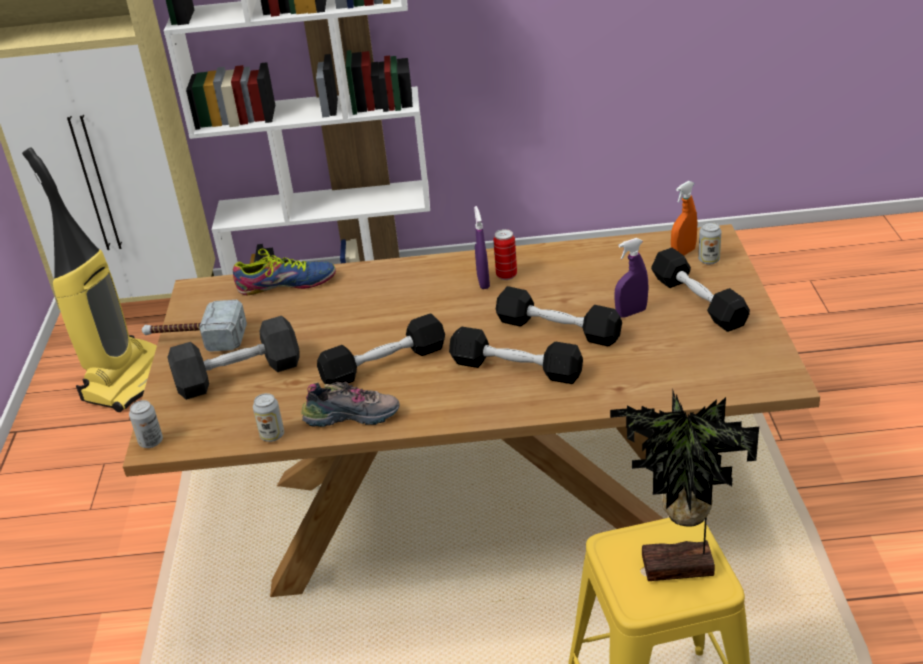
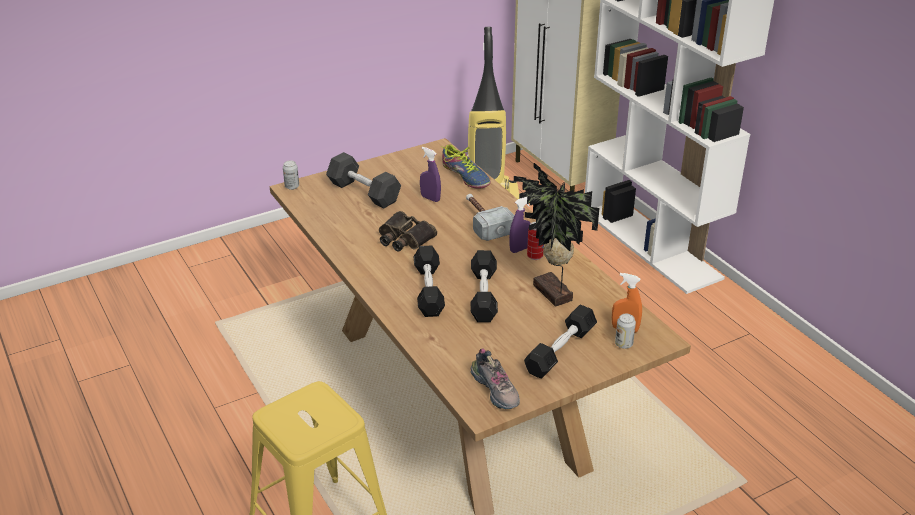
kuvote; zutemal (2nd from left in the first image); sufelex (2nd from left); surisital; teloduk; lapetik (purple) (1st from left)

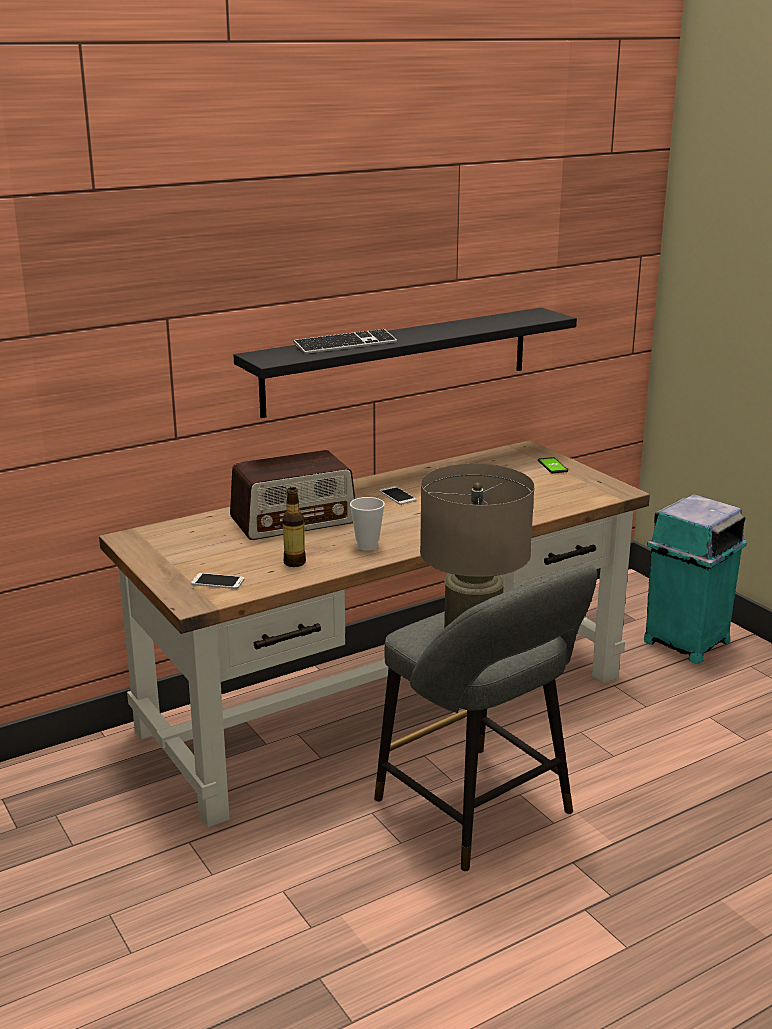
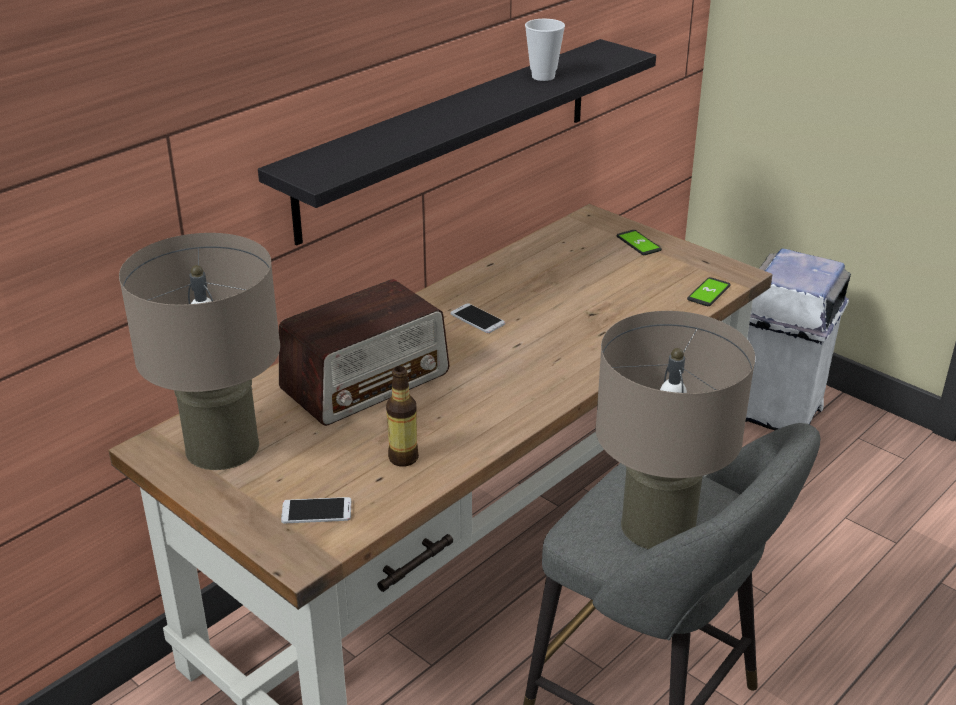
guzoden; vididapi; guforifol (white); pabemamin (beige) (1st from left); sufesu (4th from left)

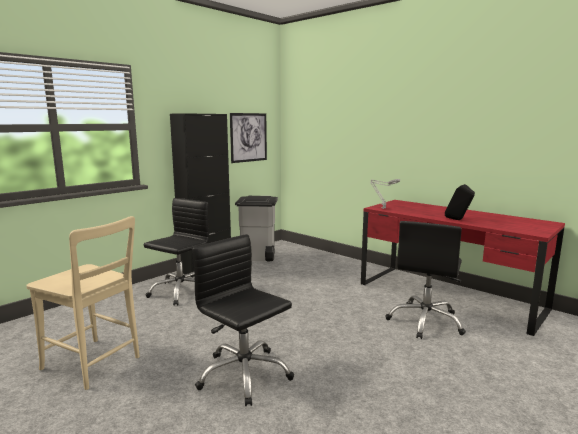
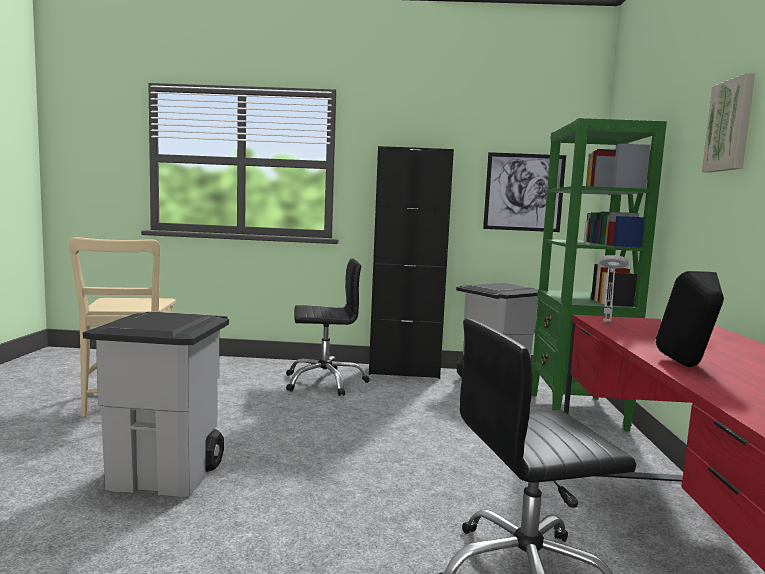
guforifol (grey) (1st from left); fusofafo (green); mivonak (2nd from left)

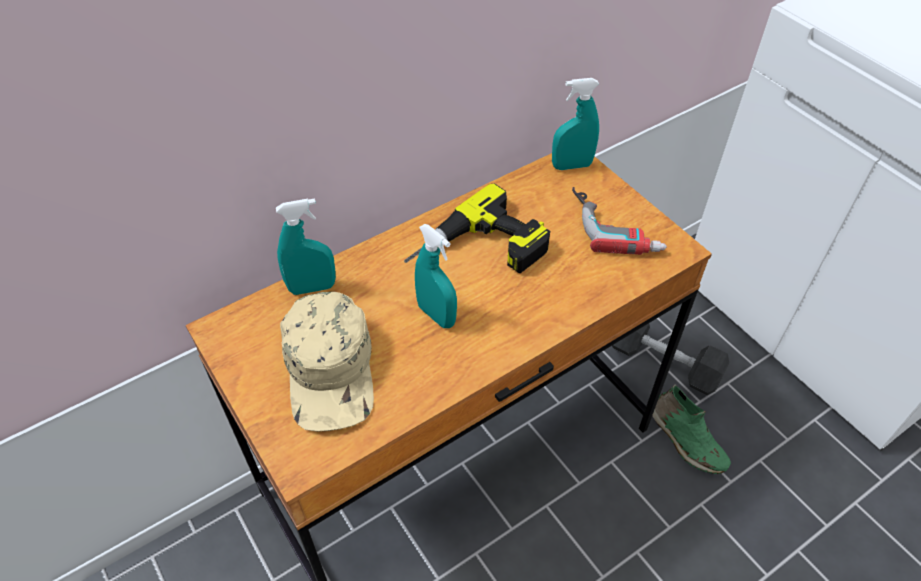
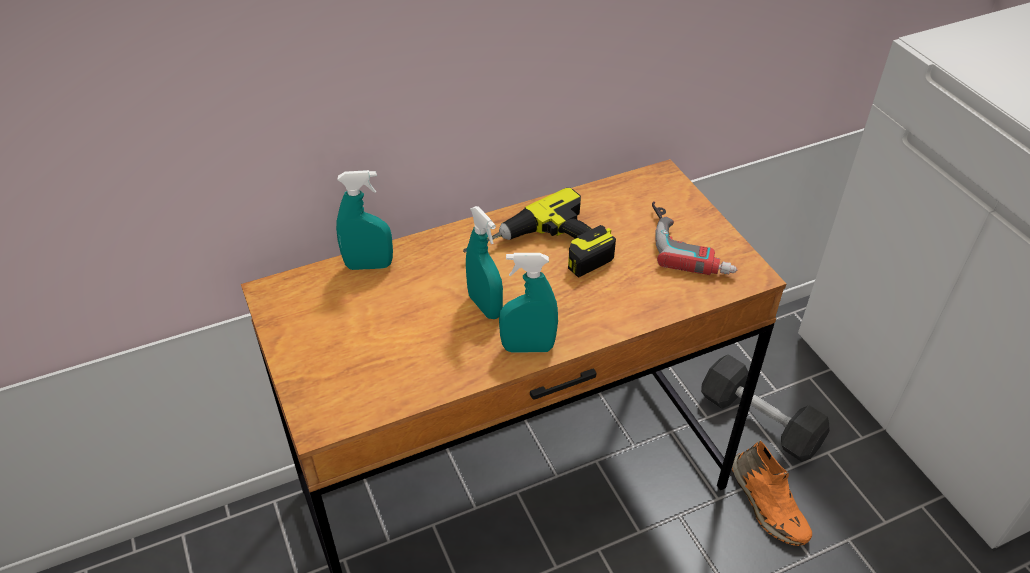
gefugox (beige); lapetik (turquoise) (3rd from left); sufelex (orange)

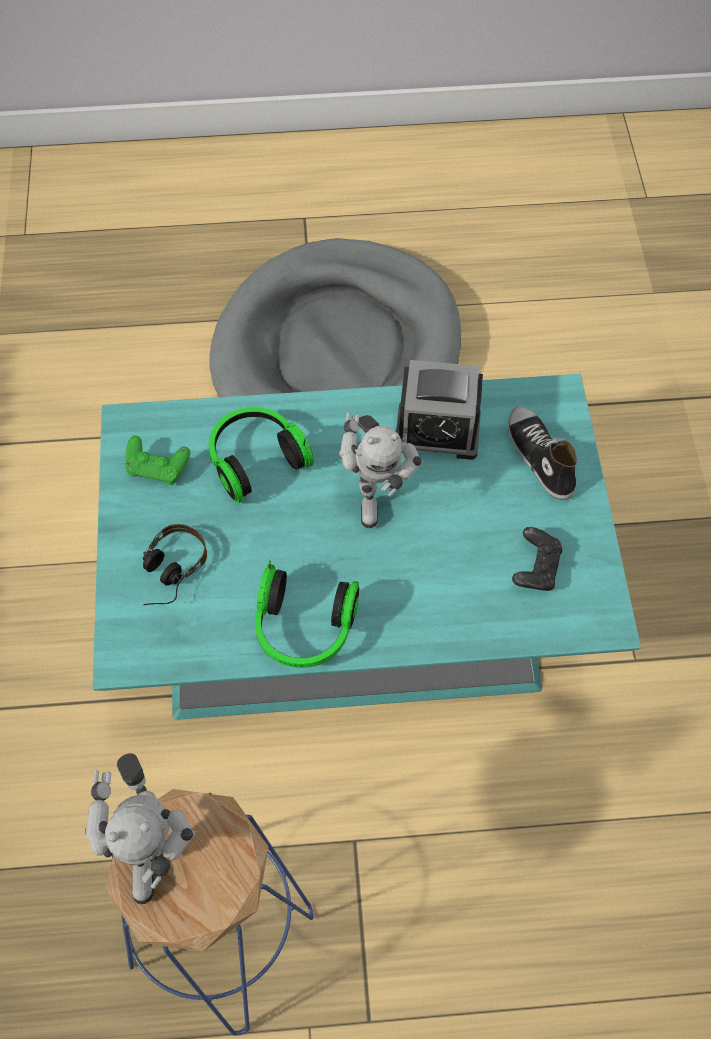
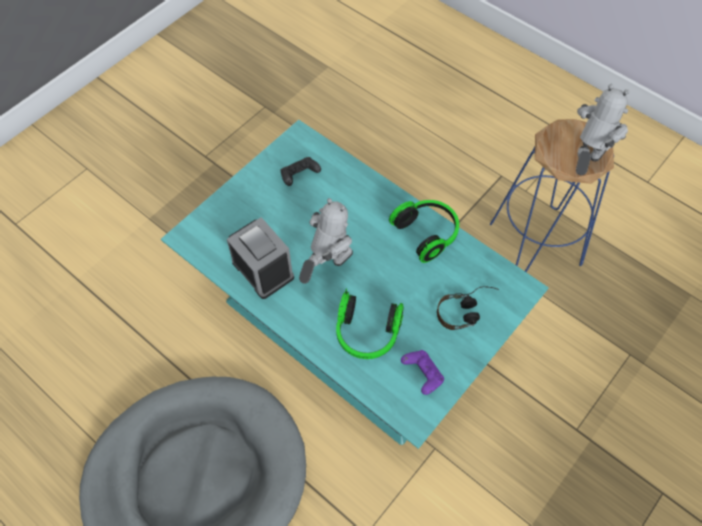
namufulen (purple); sufelex

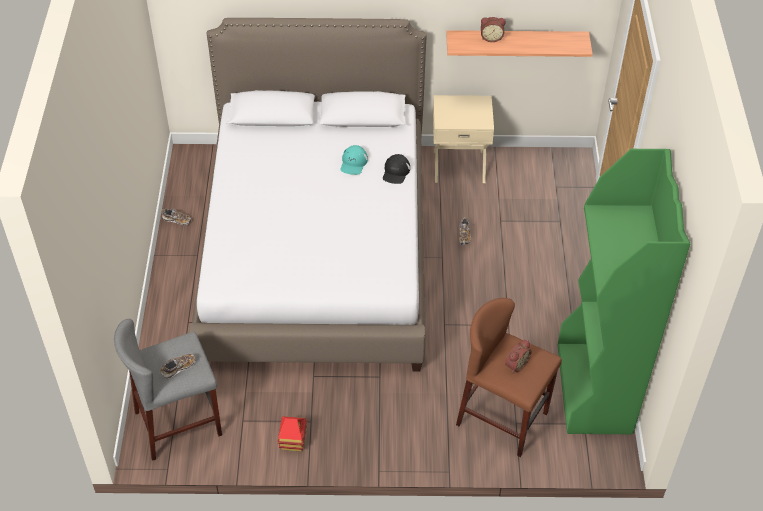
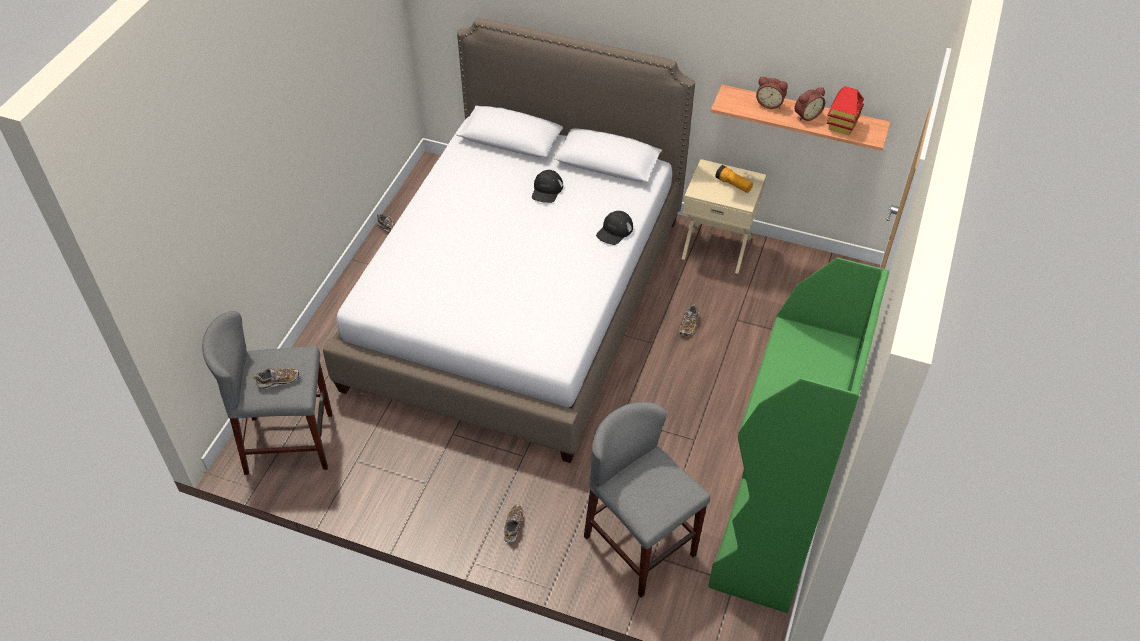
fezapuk; gefugox (turquoise); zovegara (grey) (2nd from left); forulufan (2nd from left); sufelex (3rd from left); gefugox (black) (1st from left); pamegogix

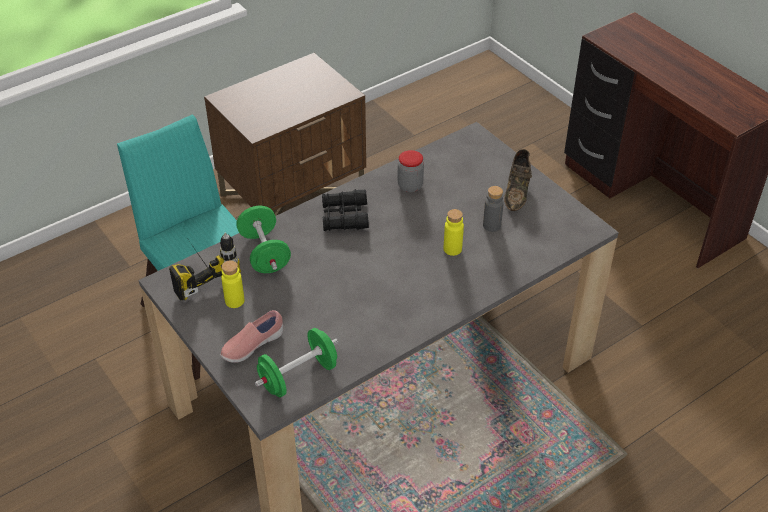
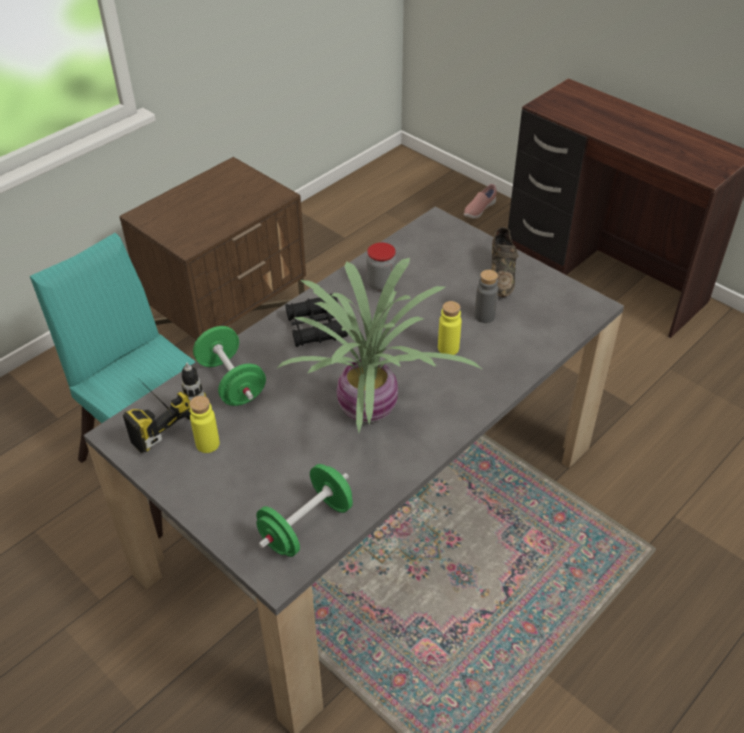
sufelex (pink); teloduk

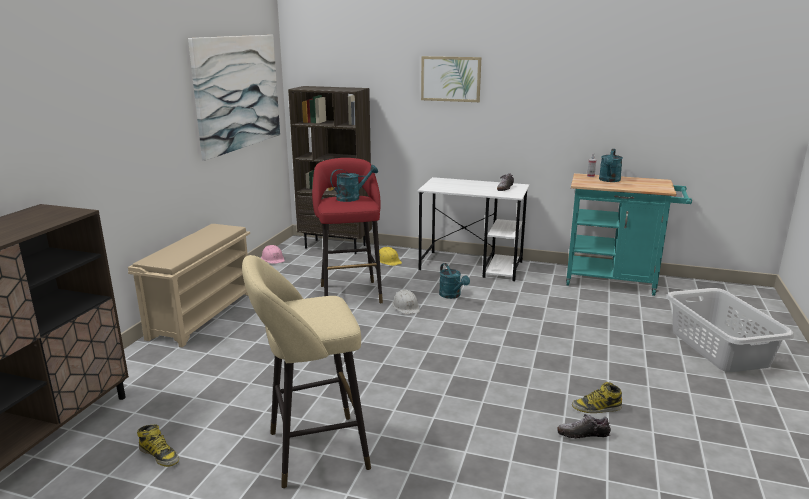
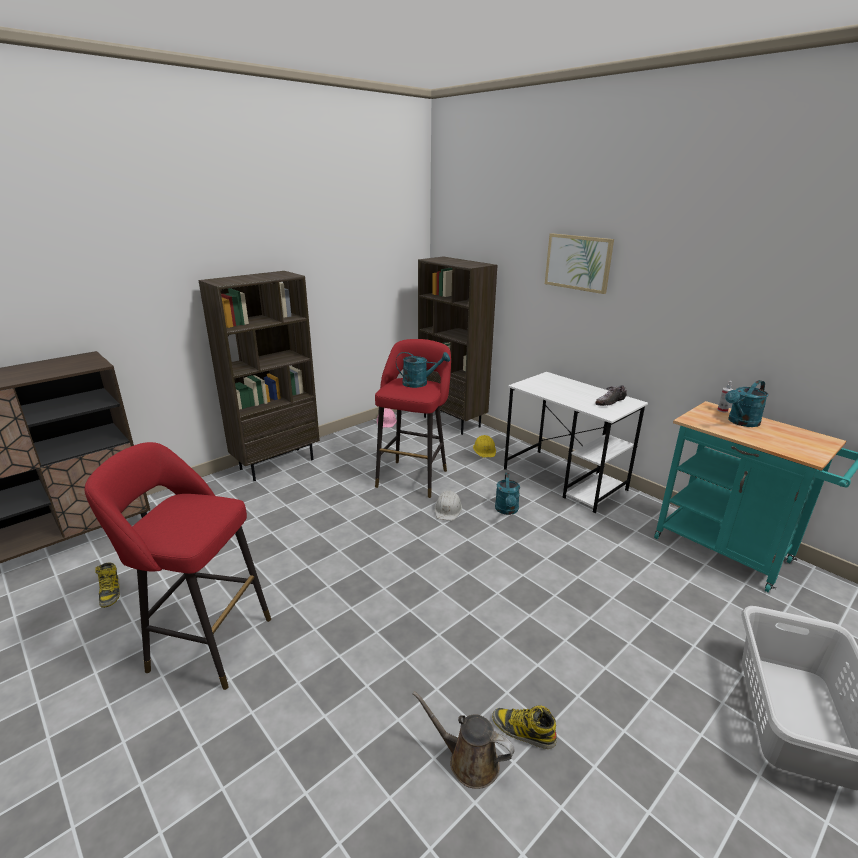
fusofafo (brown) (1st from left); mivonak (1st from left in the first image); zovegara (red) (1st from left); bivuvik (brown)

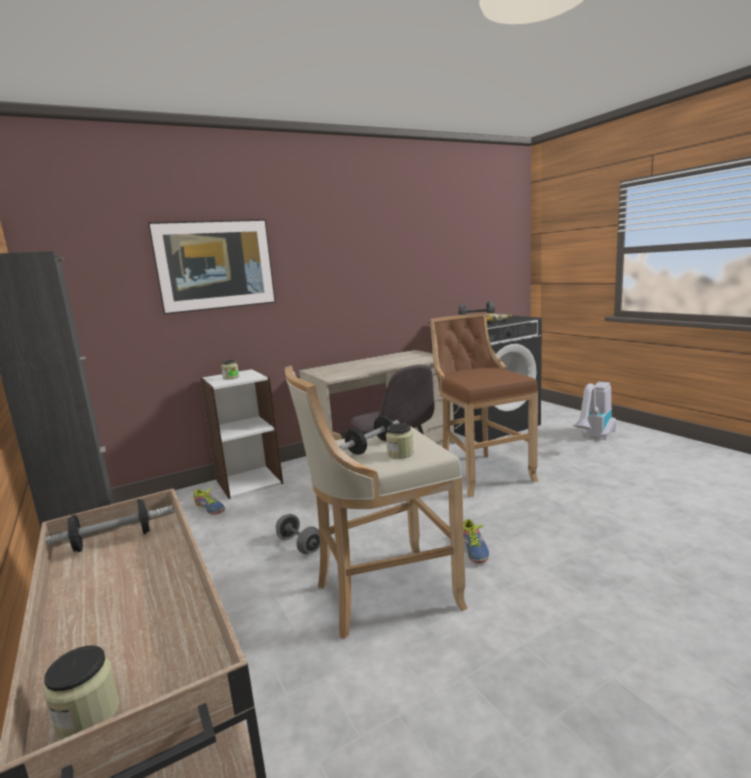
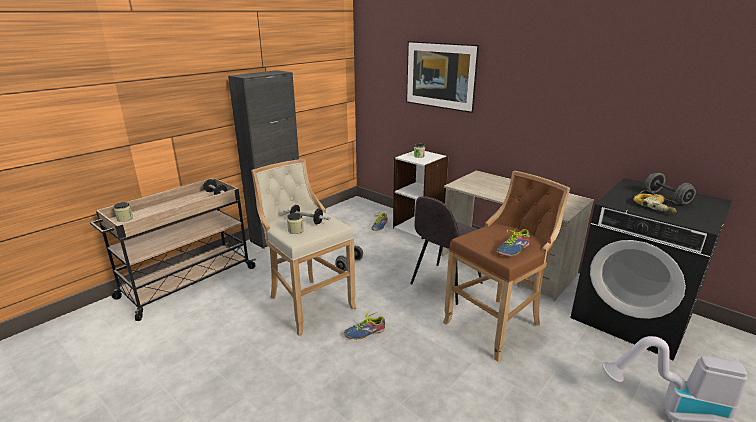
sufelex (3rd from left)

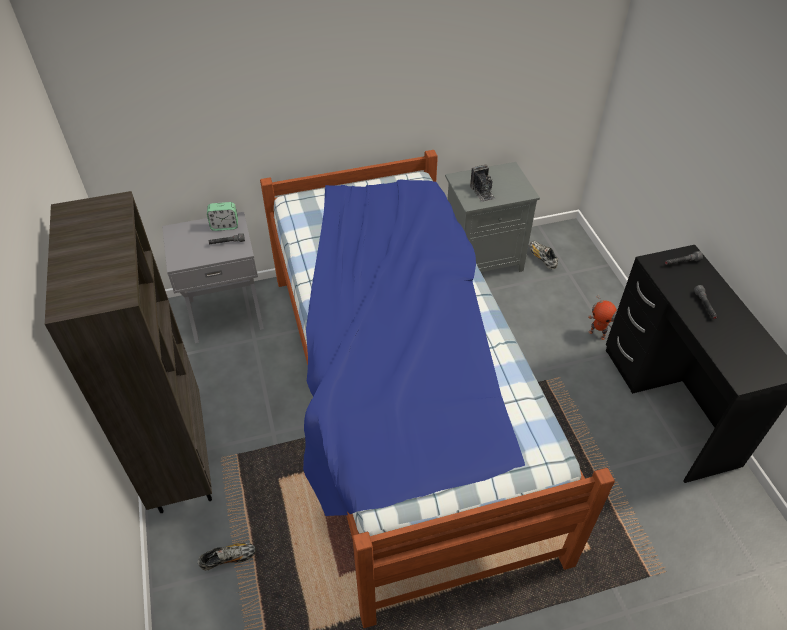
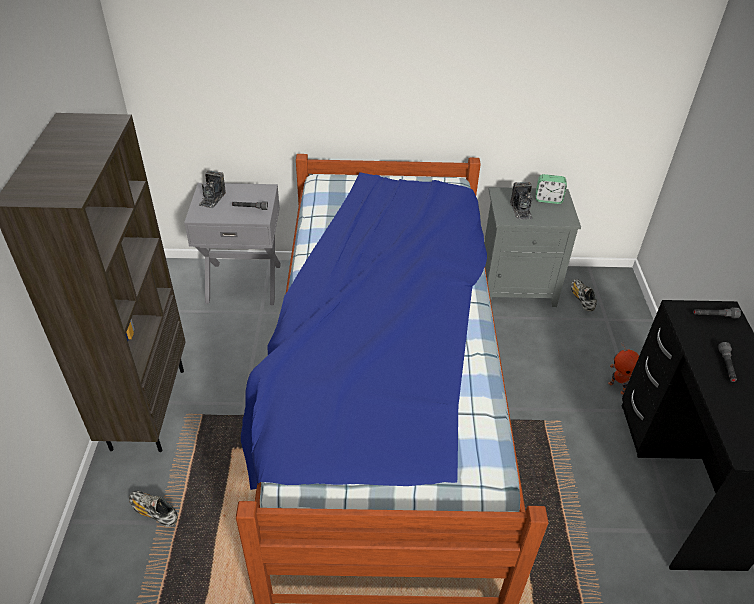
sufelex (1st from left); forulufan; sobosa (1st from left)

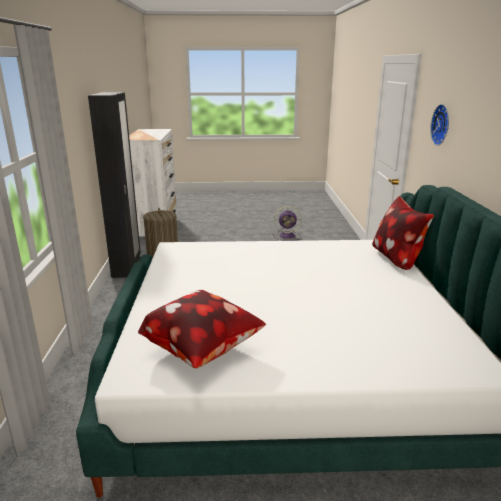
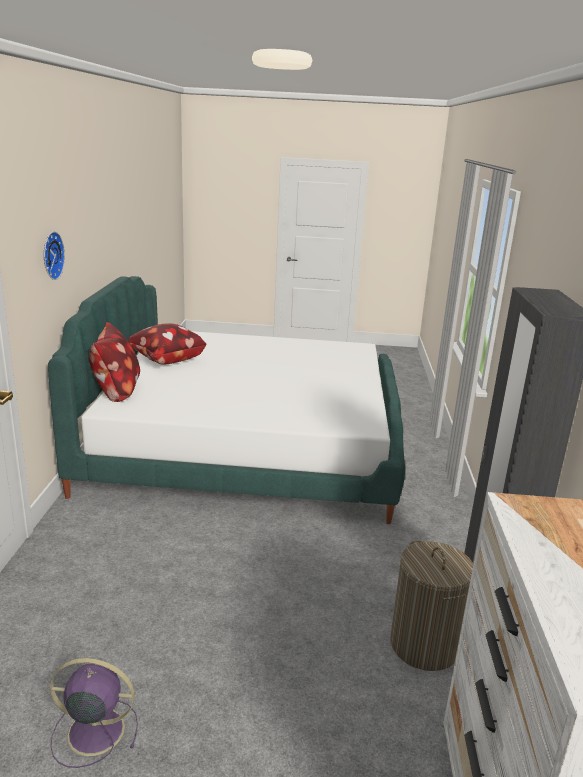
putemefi (2nd from left)

